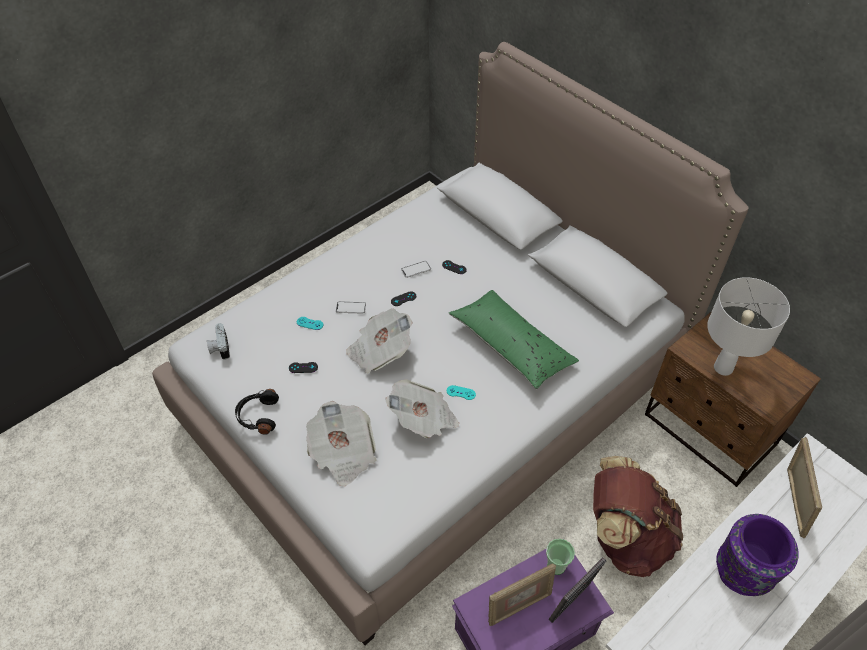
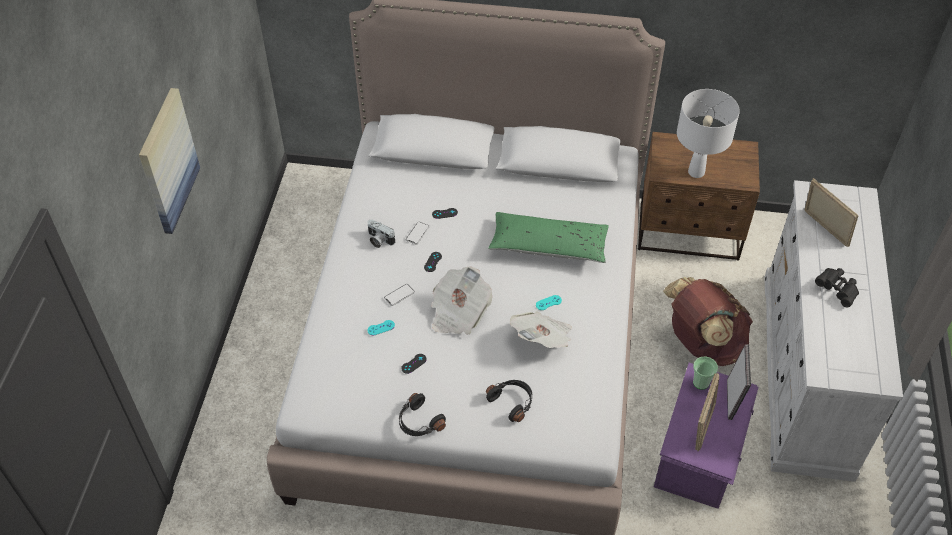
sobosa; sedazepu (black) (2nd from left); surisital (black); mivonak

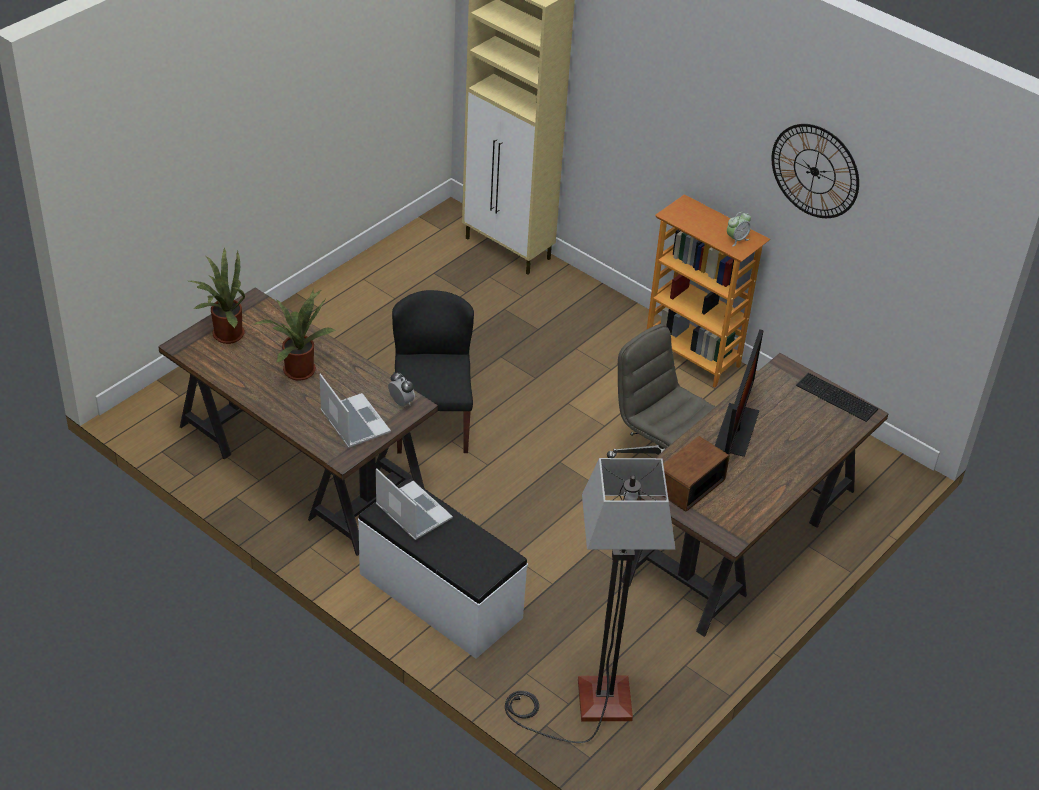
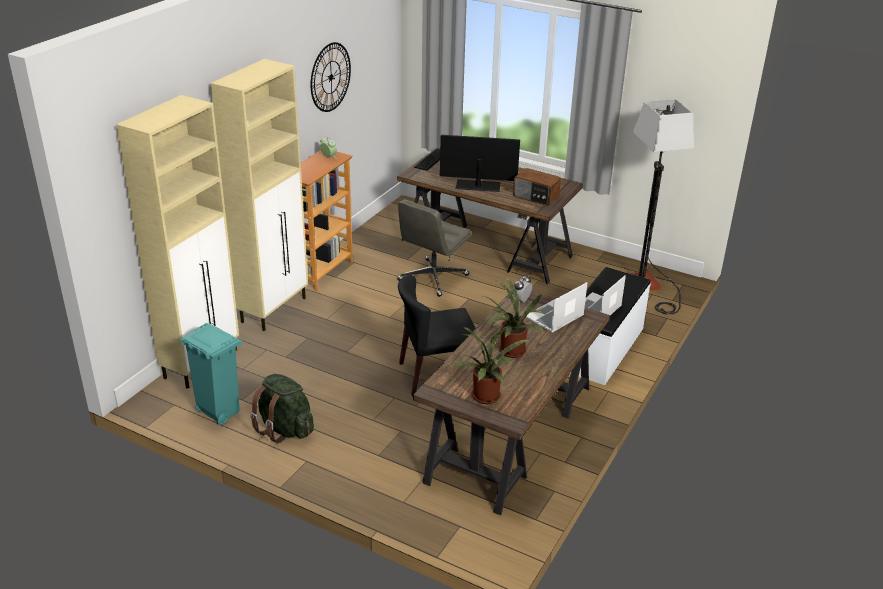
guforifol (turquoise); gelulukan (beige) (2nd from left); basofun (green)

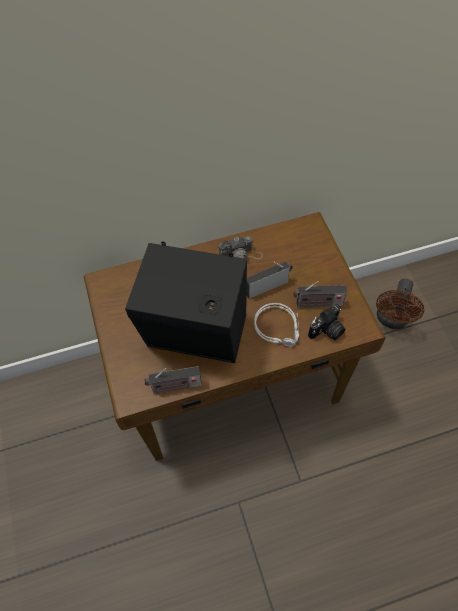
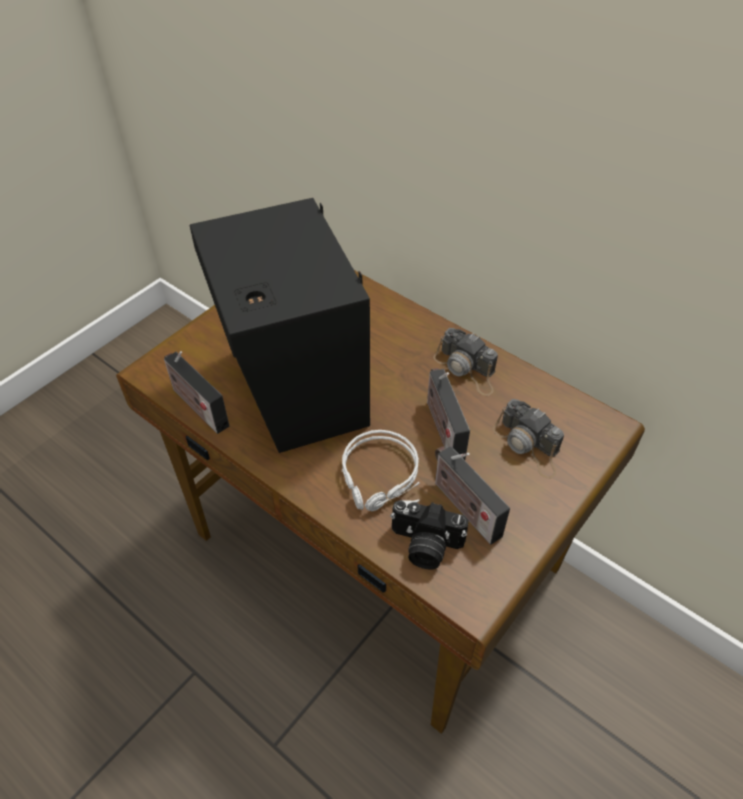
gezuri (2nd from left); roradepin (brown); sobosa (3rd from left)

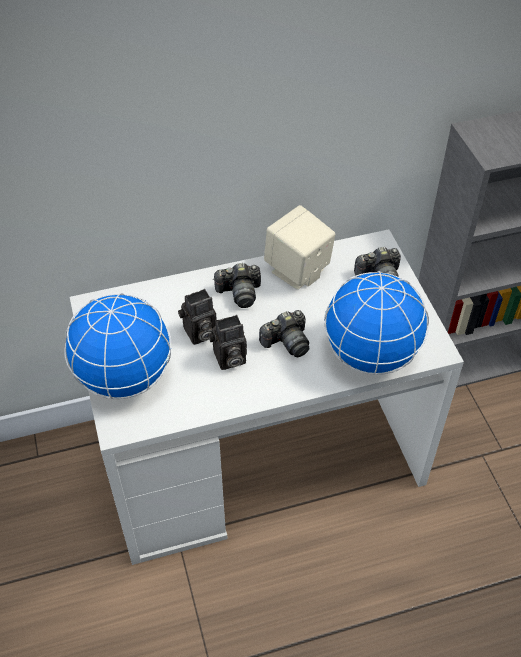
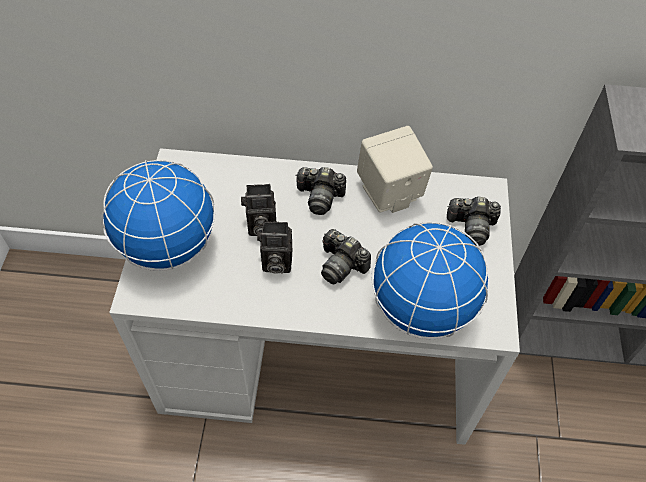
sobosa (4th from left)

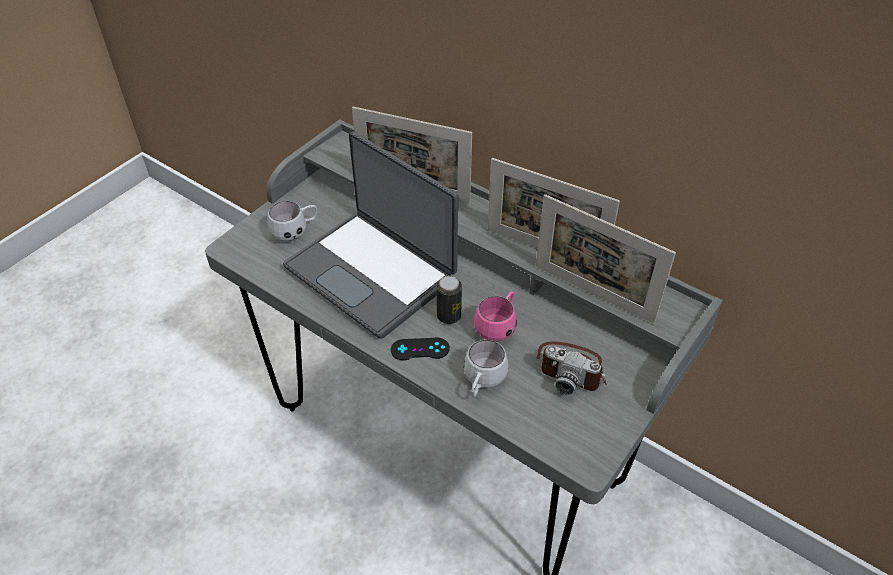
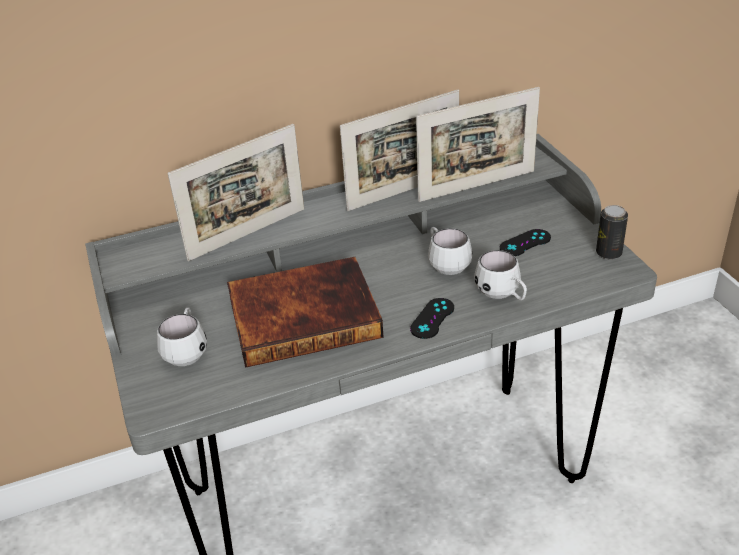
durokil; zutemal; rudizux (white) (2nd from left); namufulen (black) (2nd from left)

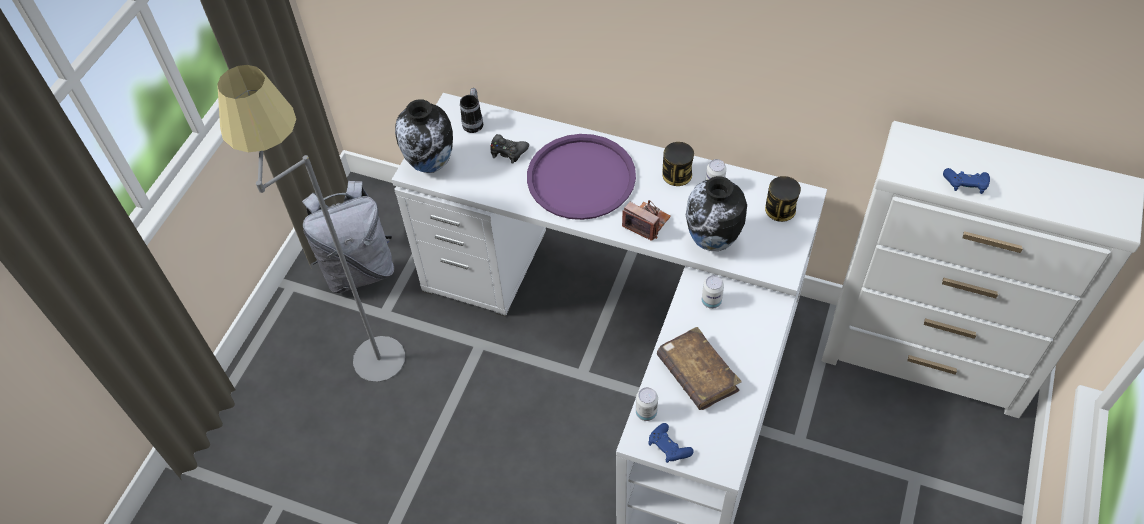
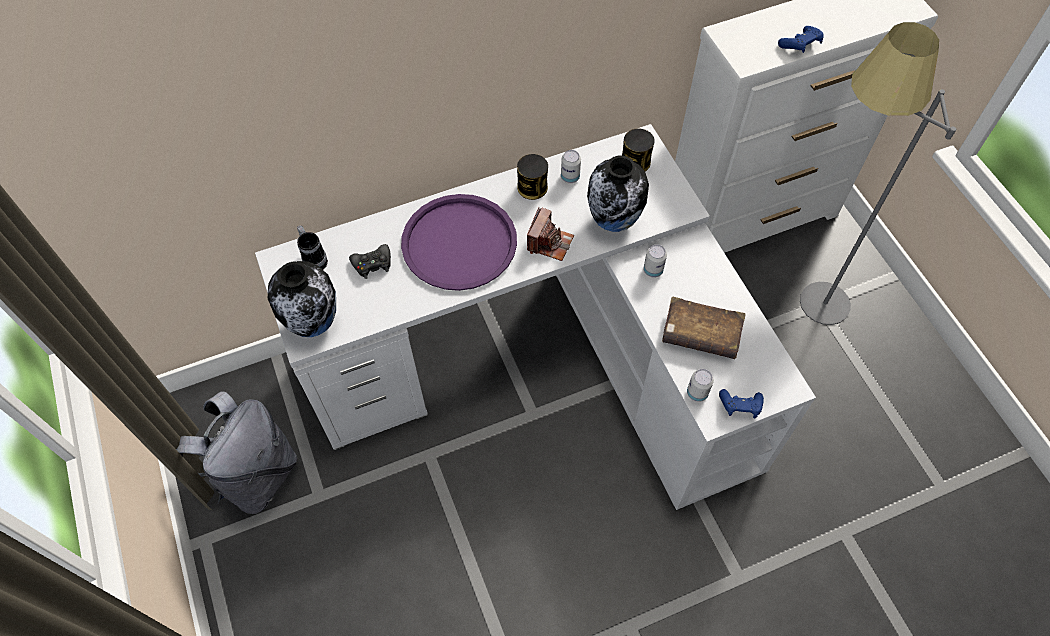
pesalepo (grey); sobosa

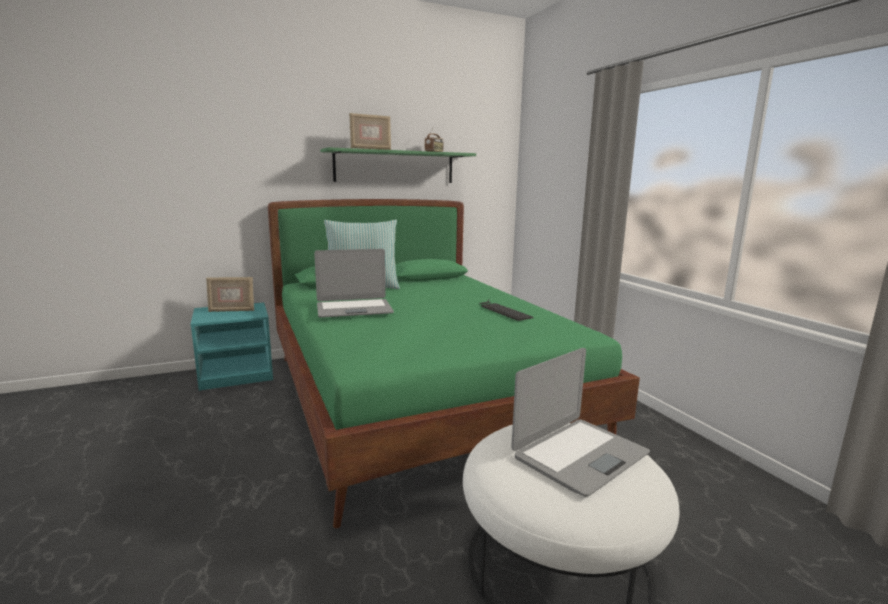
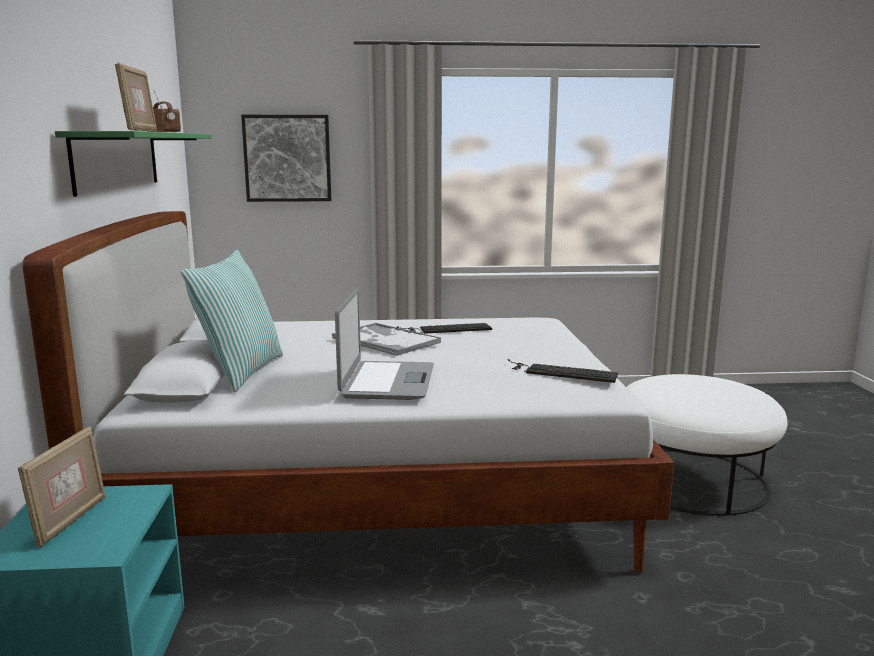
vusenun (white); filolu (2nd from left in the first image); mivonak; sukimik; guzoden (2nd from left)

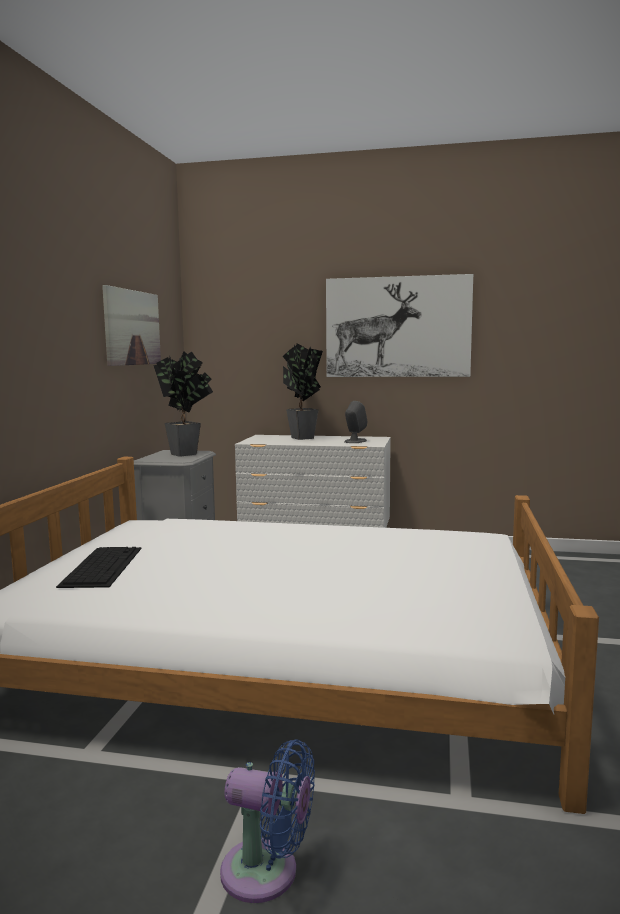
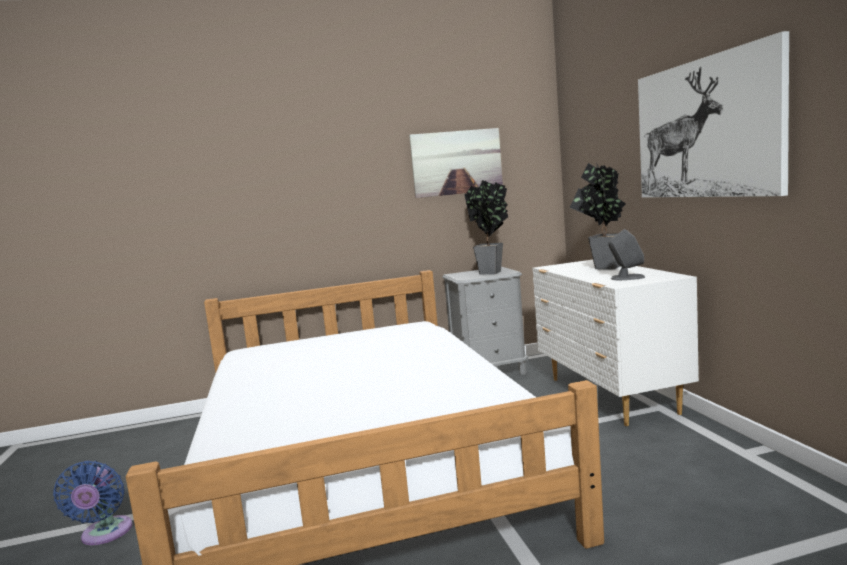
guzoden

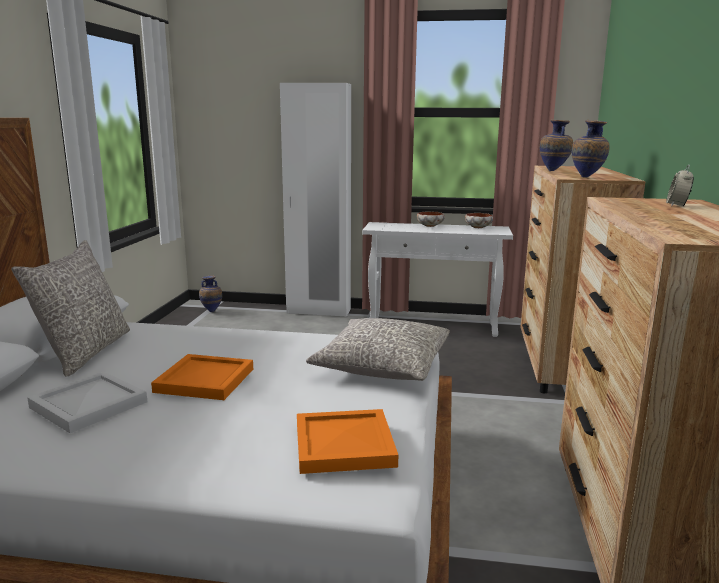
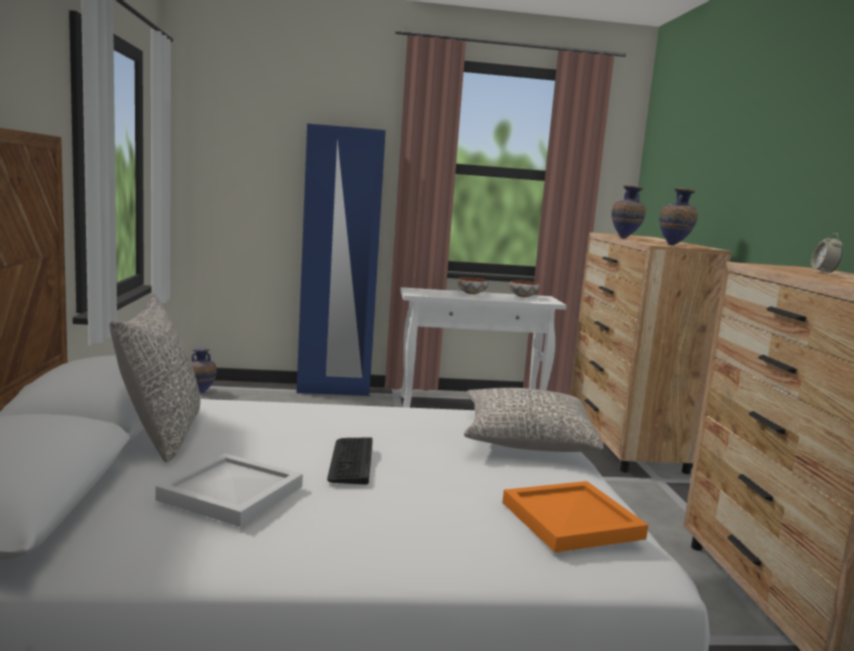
guzoden; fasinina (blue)

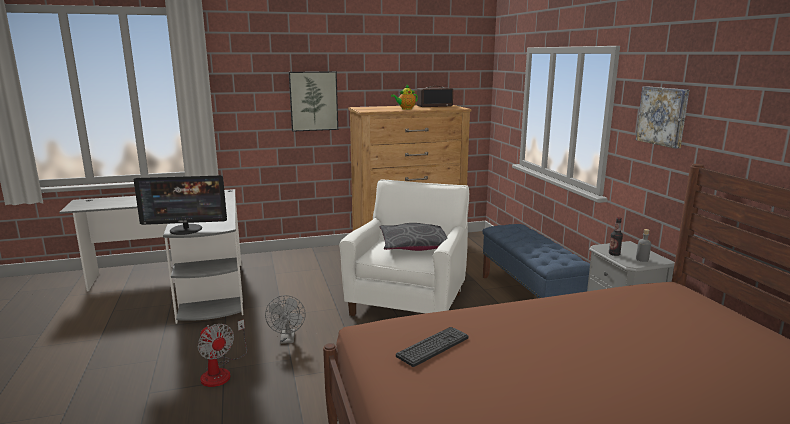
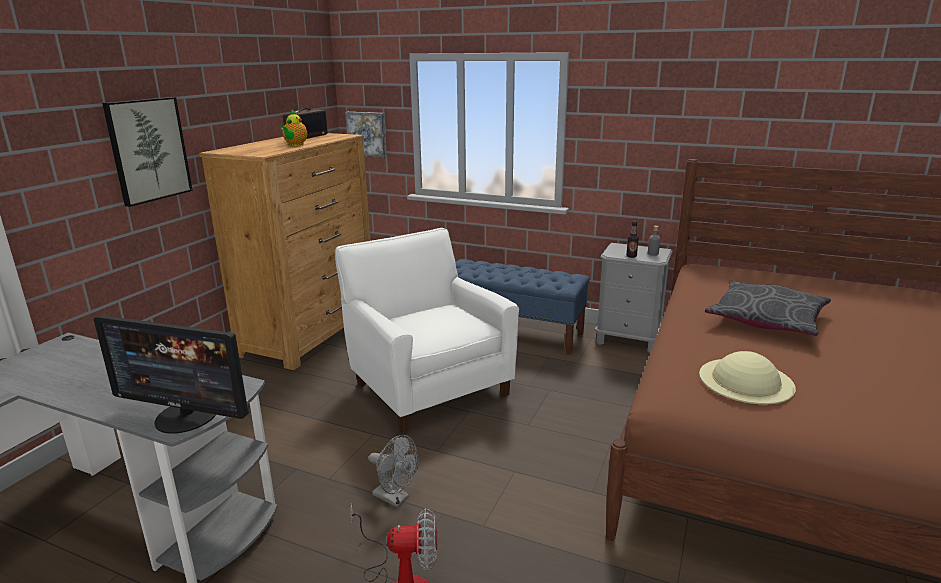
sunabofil; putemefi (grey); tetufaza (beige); mivonak (2nd from left)

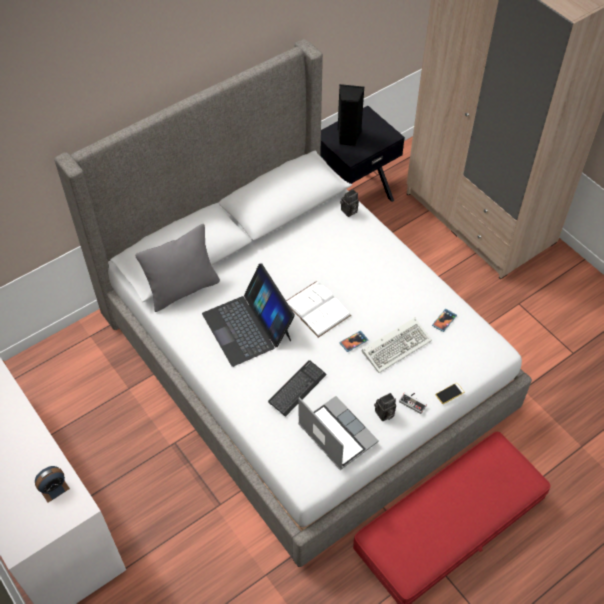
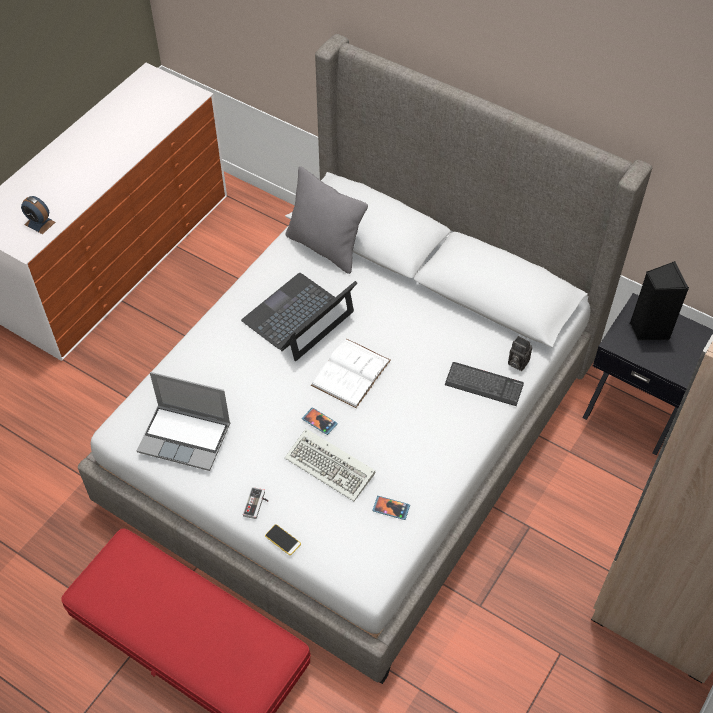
guzoden (2nd from left); filolu (1st from left); sobosa (2nd from left in the first image)

